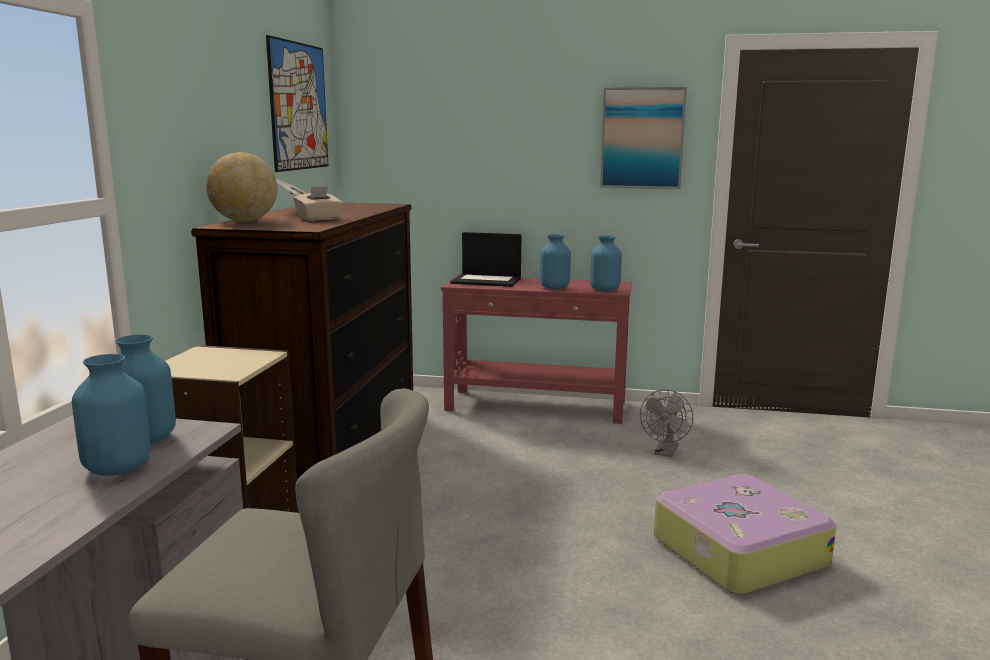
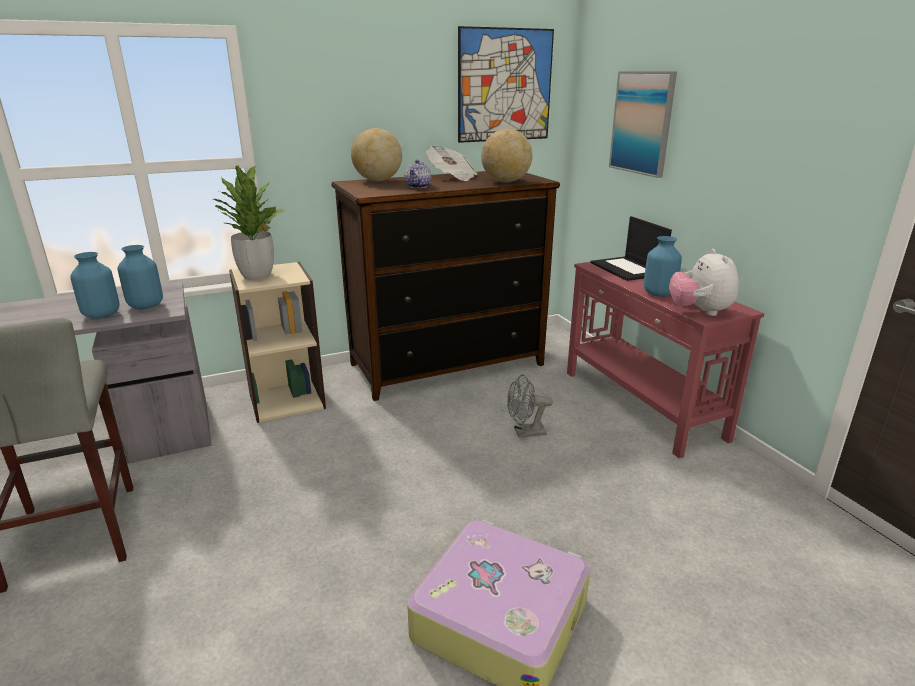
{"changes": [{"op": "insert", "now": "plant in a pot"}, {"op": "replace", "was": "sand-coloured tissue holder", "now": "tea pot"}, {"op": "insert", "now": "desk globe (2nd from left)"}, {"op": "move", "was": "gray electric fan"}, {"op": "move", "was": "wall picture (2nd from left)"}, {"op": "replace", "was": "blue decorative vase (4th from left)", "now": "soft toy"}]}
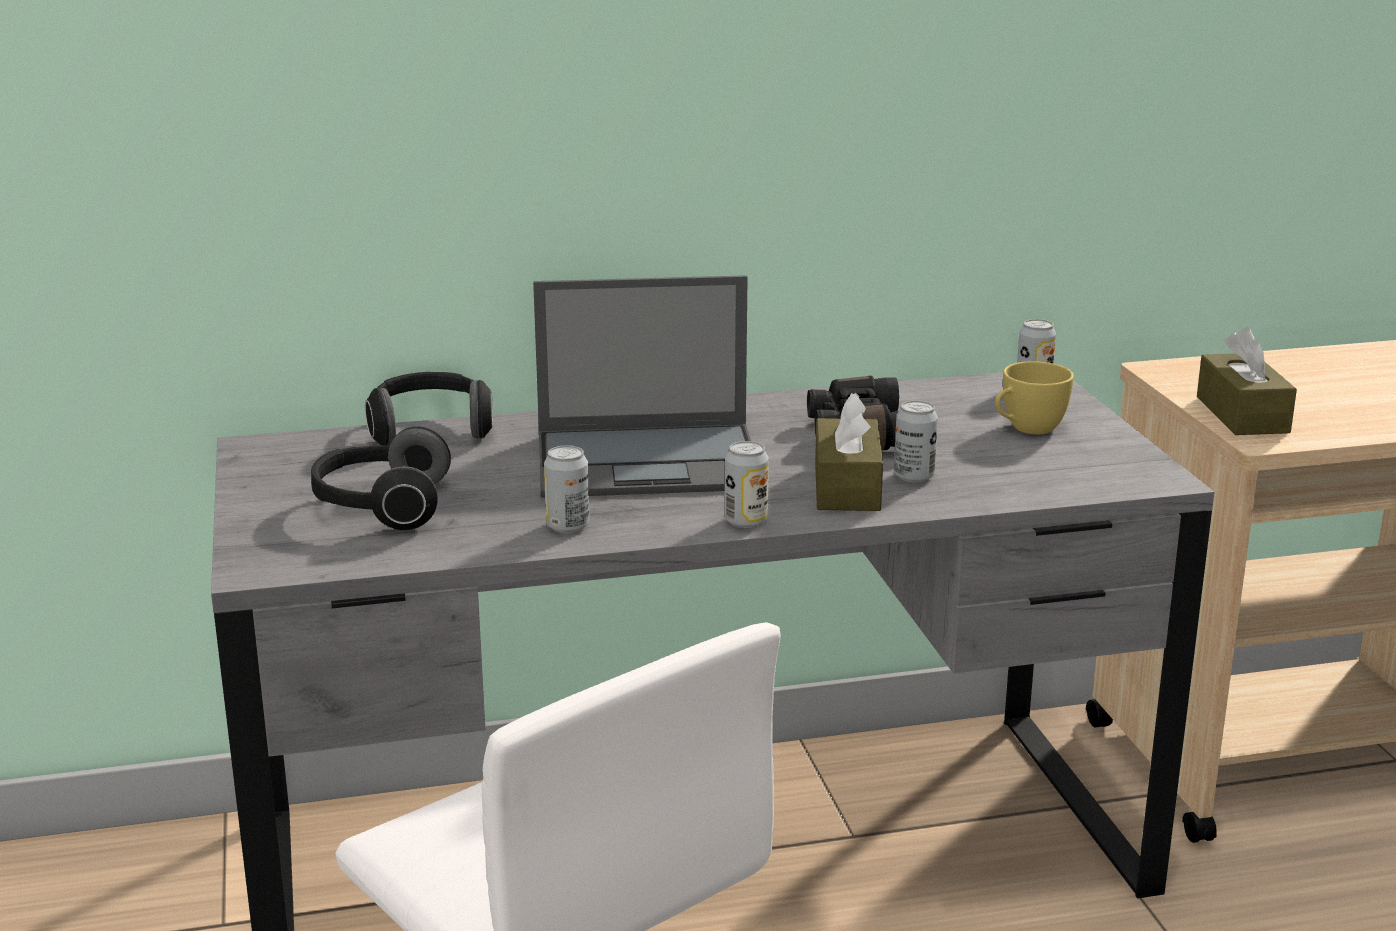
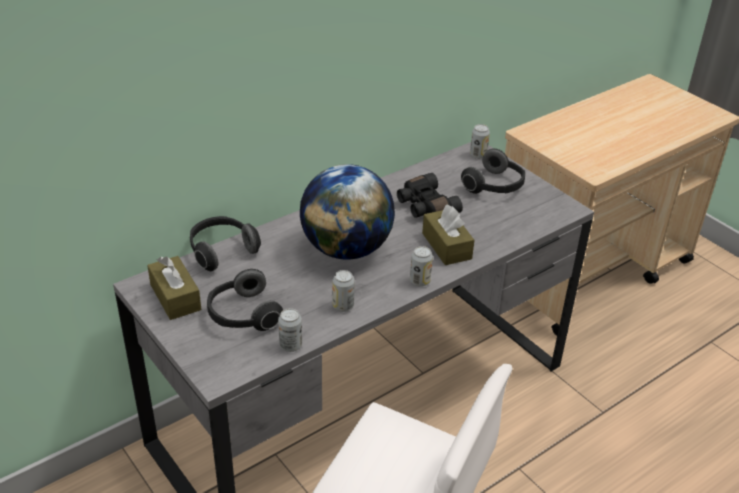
{"changes": [{"op": "move", "was": "brown-coloured tissue holder (2nd from left in the first image)", "now": "brown-coloured tissue holder (1st from left)"}, {"op": "move", "was": "metal can (3rd from left in the first image)", "now": "metal can (1st from left)"}, {"op": "replace", "was": "notebook computer", "now": "desk globe"}, {"op": "replace", "was": "yellow drinking cup", "now": "headphones (3rd from left)"}]}
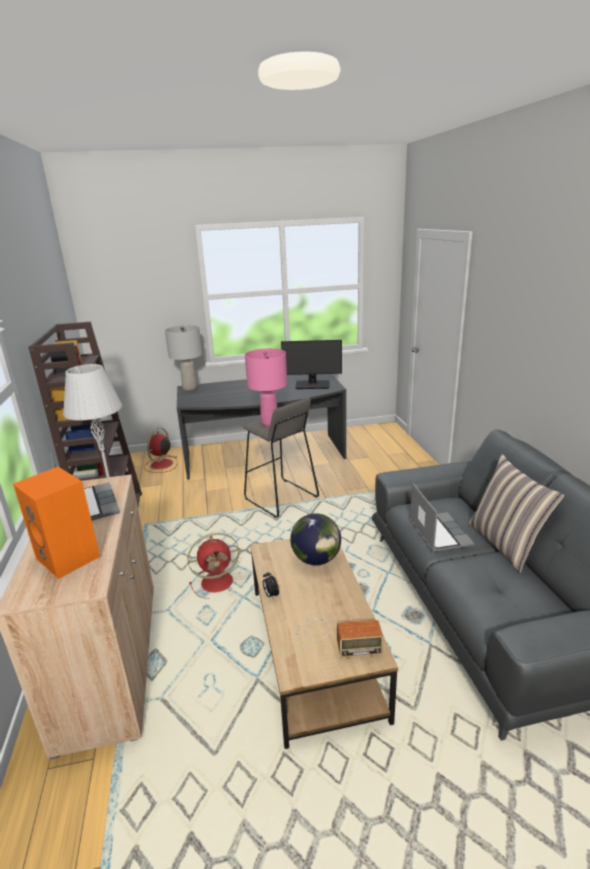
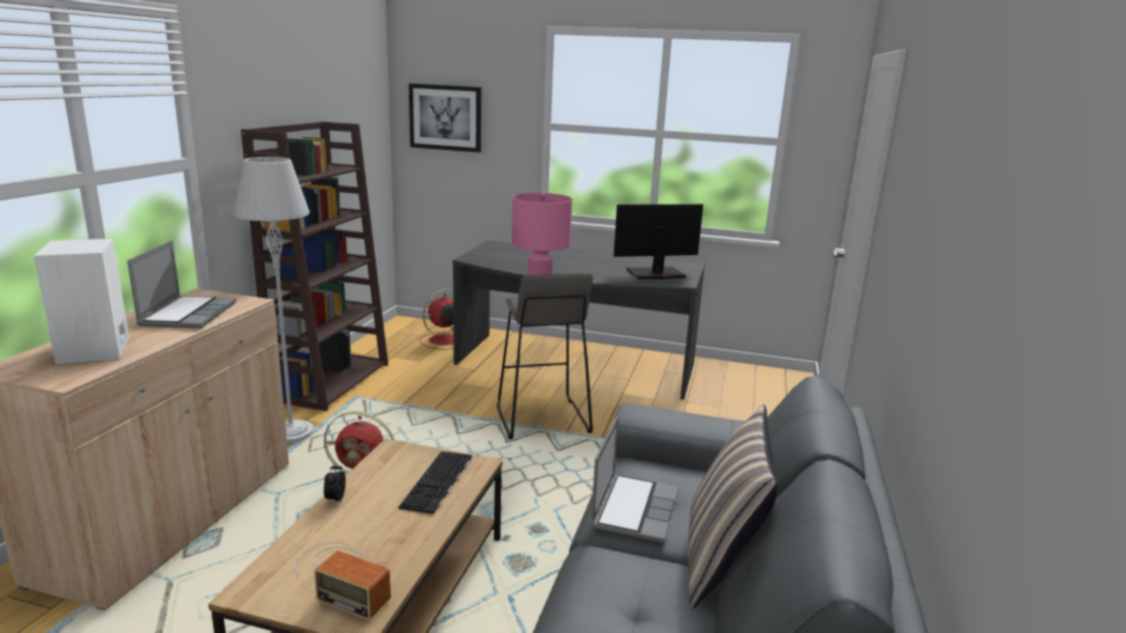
{"changes": [{"op": "recolor", "was": "orange audio speaker", "now": "white audio speaker"}, {"op": "replace", "was": "desk globe", "now": "PC keyboard"}, {"op": "insert", "now": "wall picture"}, {"op": "rotate", "was": "computer screen", "clockwise": 135}, {"op": "delete", "was": "gray tabletop lamp"}]}
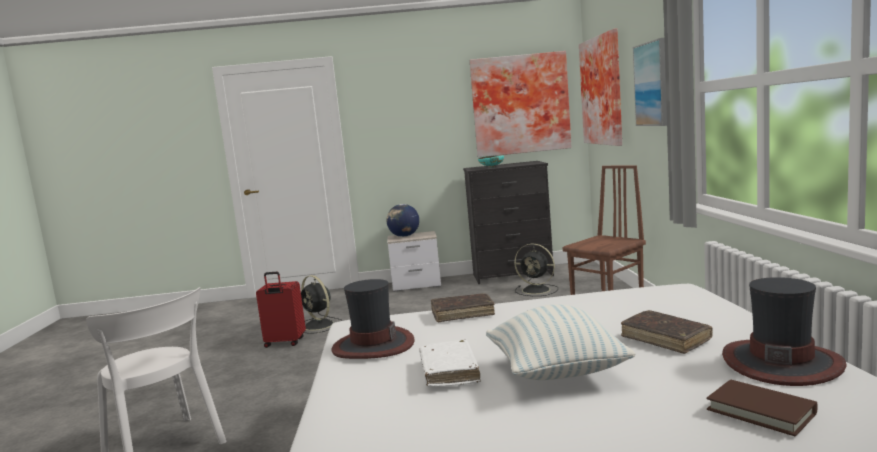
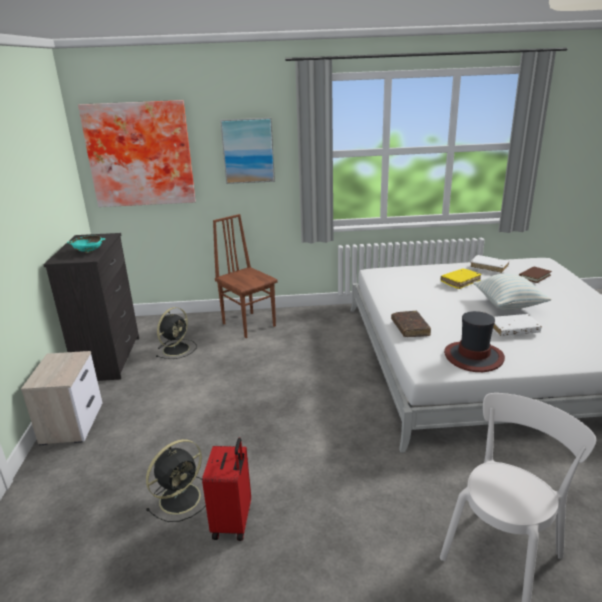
{"changes": [{"op": "recolor", "was": "brown-coloured bound book (2nd from left)", "now": "yellow bound book"}, {"op": "replace", "was": "clothing hat (2nd from left)", "now": "white bound book (1st from left)"}, {"op": "delete", "was": "desk globe"}, {"op": "delete", "was": "wall picture (1st from left)"}]}
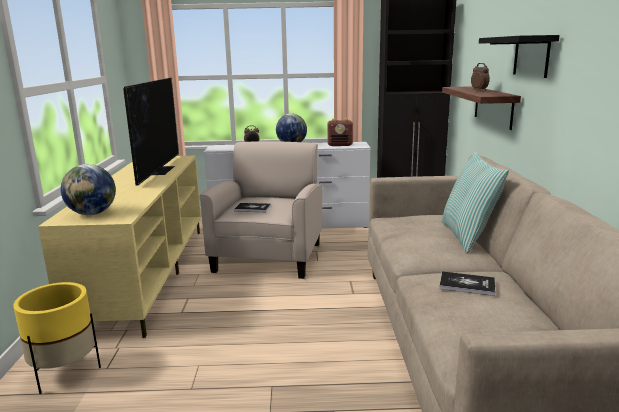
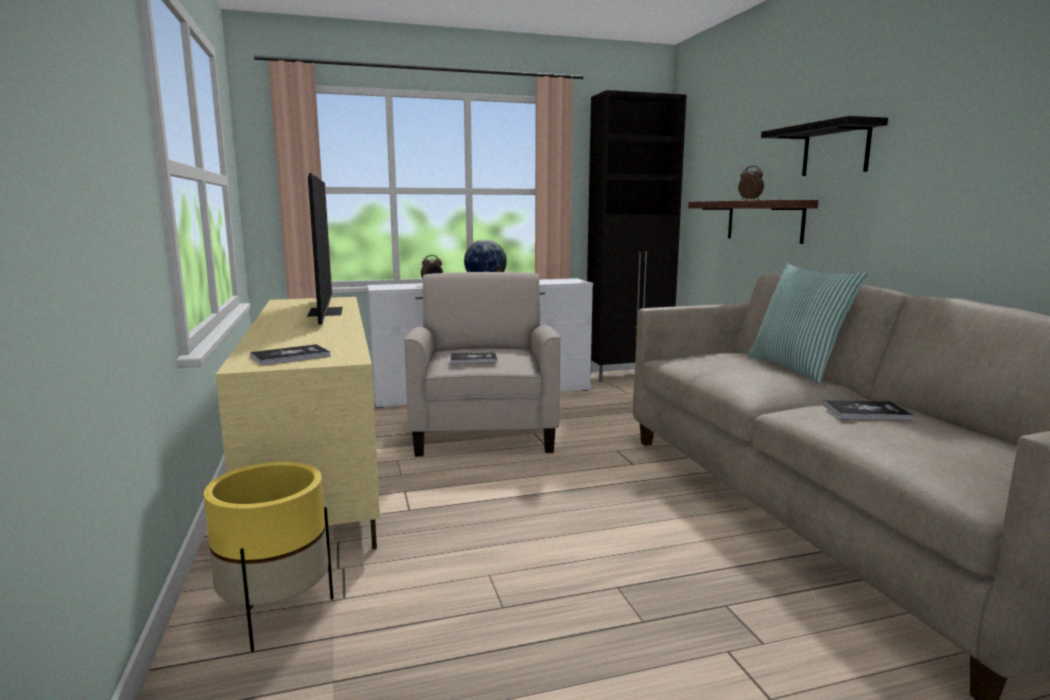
{"changes": [{"op": "replace", "was": "desk globe (1st from left)", "now": "bound book (1st from left)"}, {"op": "delete", "was": "radio set"}]}
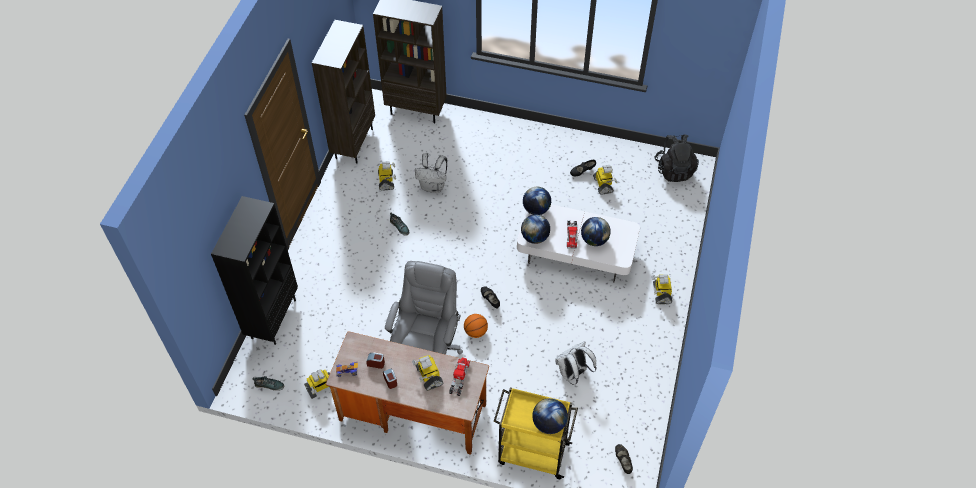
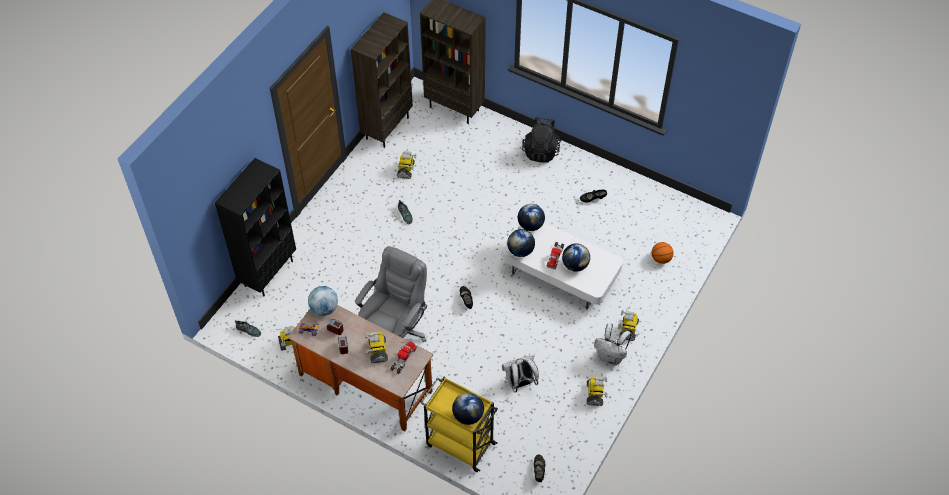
{"changes": [{"op": "insert", "now": "desk globe (1st from left)"}, {"op": "move", "was": "blackish knapsack"}, {"op": "move", "was": "robot figure (4th from left)"}, {"op": "move", "was": "white knapsack (1st from left in the first image)", "now": "white knapsack (2nd from left)"}, {"op": "move", "was": "ball for basketball"}]}
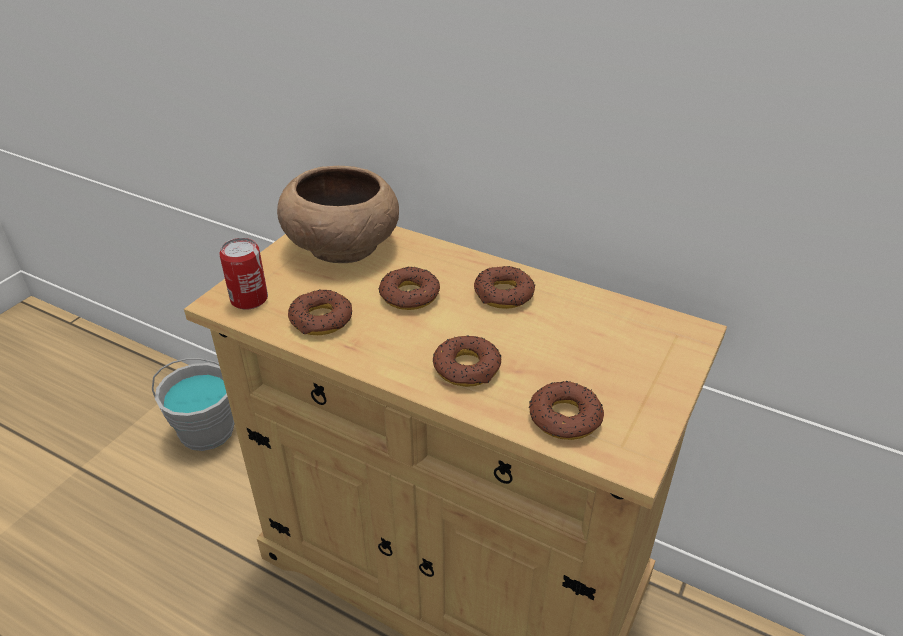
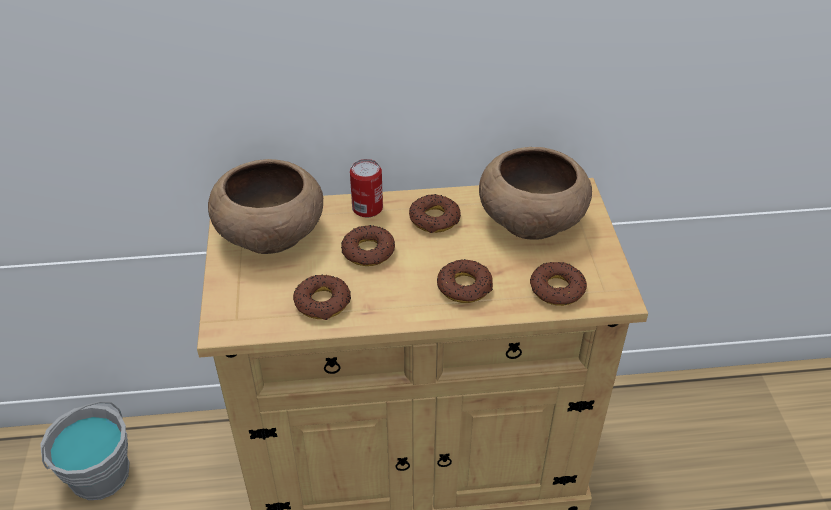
{"changes": [{"op": "move", "was": "metal can"}, {"op": "insert", "now": "brown-coloured deep dish (2nd from left)"}]}
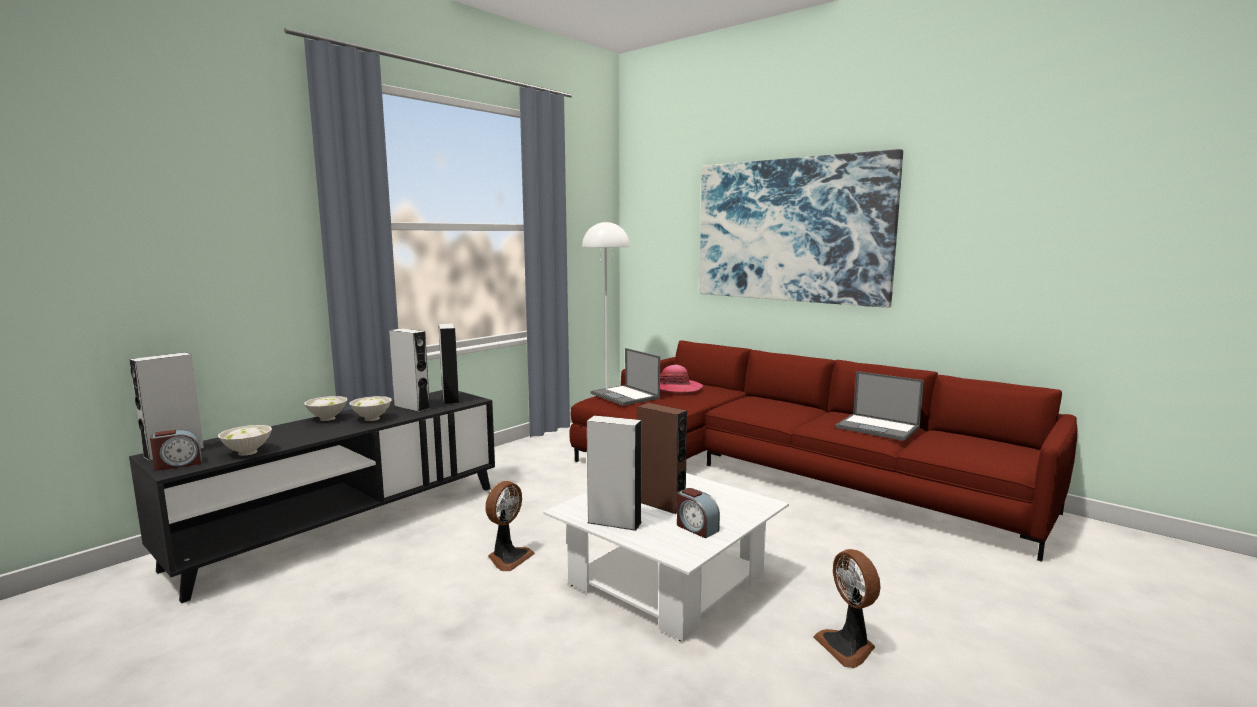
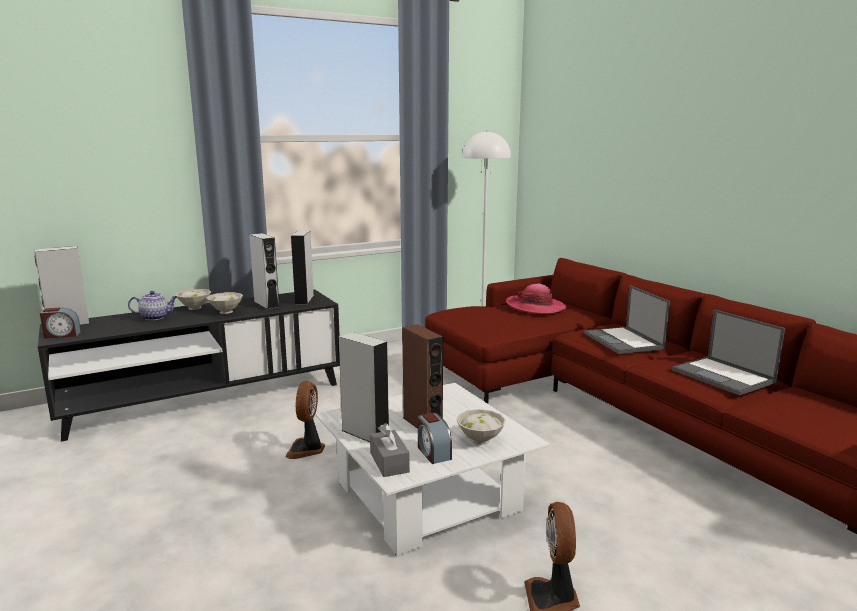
{"changes": [{"op": "insert", "now": "tea pot"}, {"op": "rotate", "was": "electric fan (1st from left)", "clockwise": 135}, {"op": "insert", "now": "gray tissue holder"}, {"op": "move", "was": "white deep dish (1st from left in the first image)", "now": "white deep dish (3rd from left)"}, {"op": "move", "was": "notebook computer (1st from left)"}, {"op": "delete", "was": "wall picture"}]}
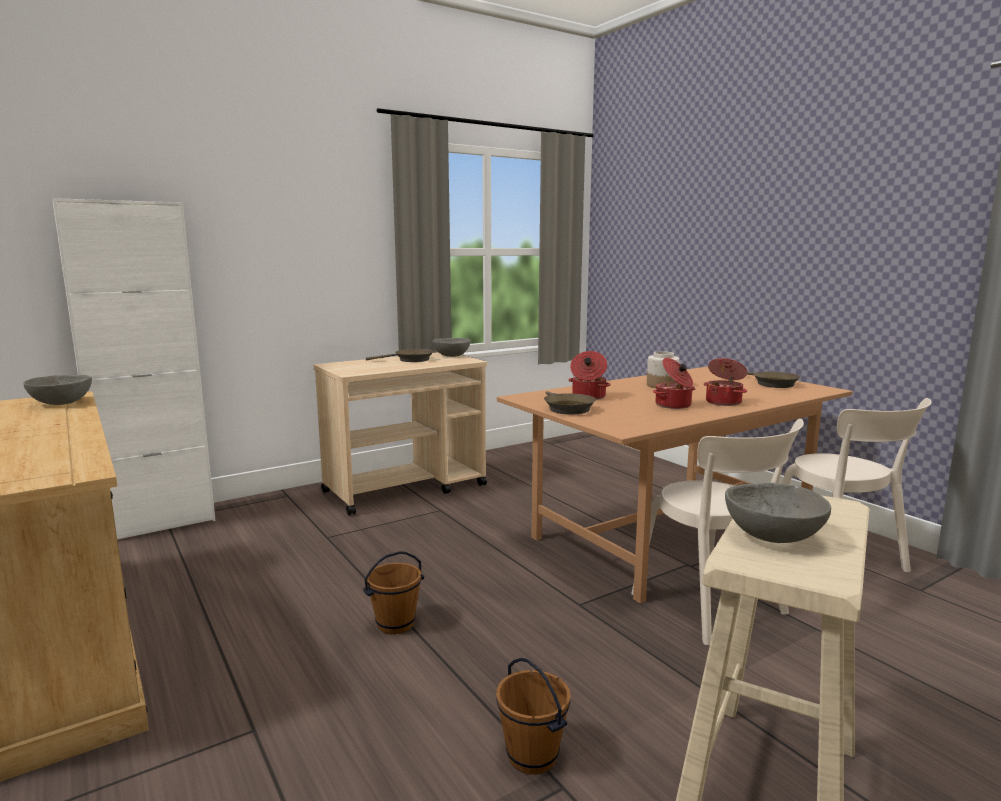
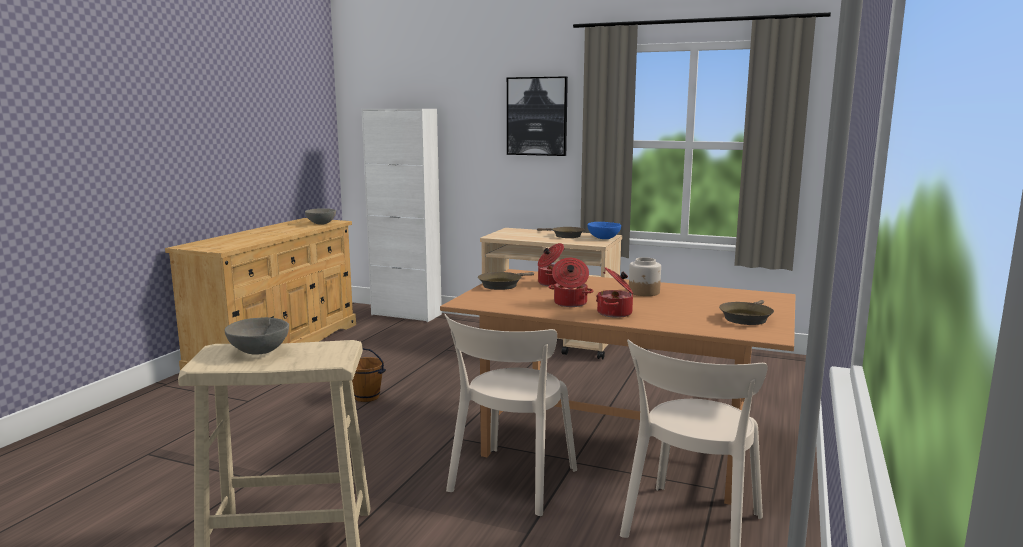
{"changes": [{"op": "insert", "now": "wall picture"}, {"op": "recolor", "was": "gray deep dish (2nd from left)", "now": "blue deep dish"}, {"op": "delete", "was": "brown-coloured water bucket (2nd from left)"}]}
